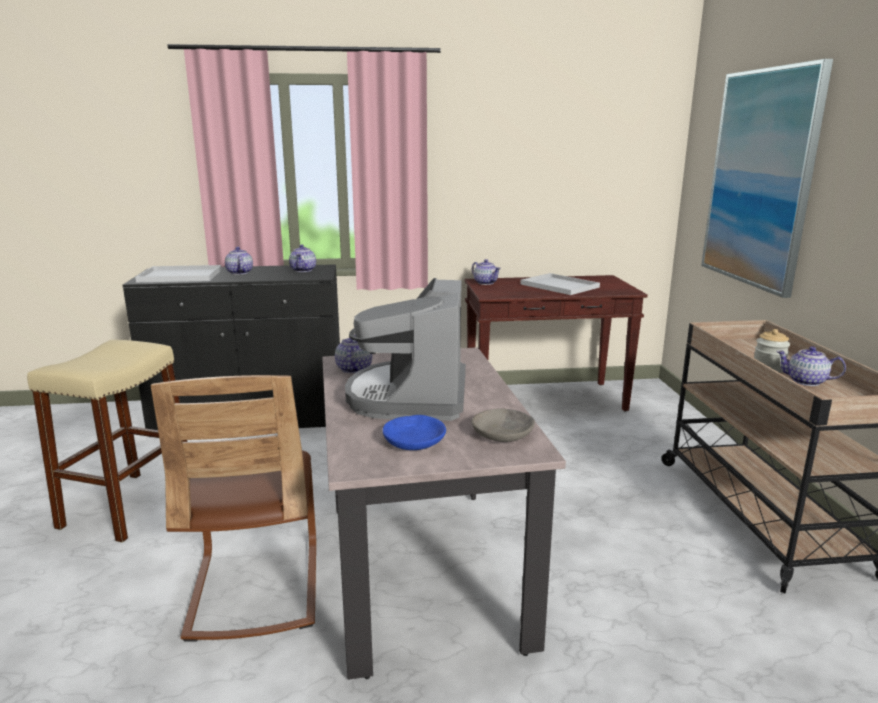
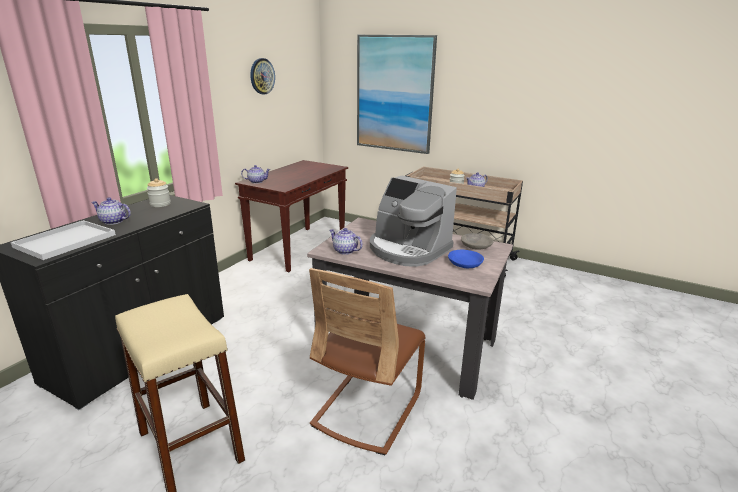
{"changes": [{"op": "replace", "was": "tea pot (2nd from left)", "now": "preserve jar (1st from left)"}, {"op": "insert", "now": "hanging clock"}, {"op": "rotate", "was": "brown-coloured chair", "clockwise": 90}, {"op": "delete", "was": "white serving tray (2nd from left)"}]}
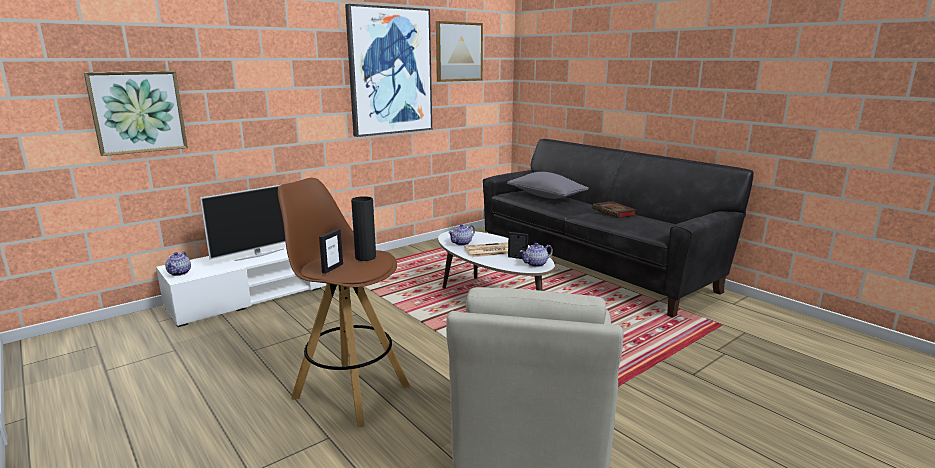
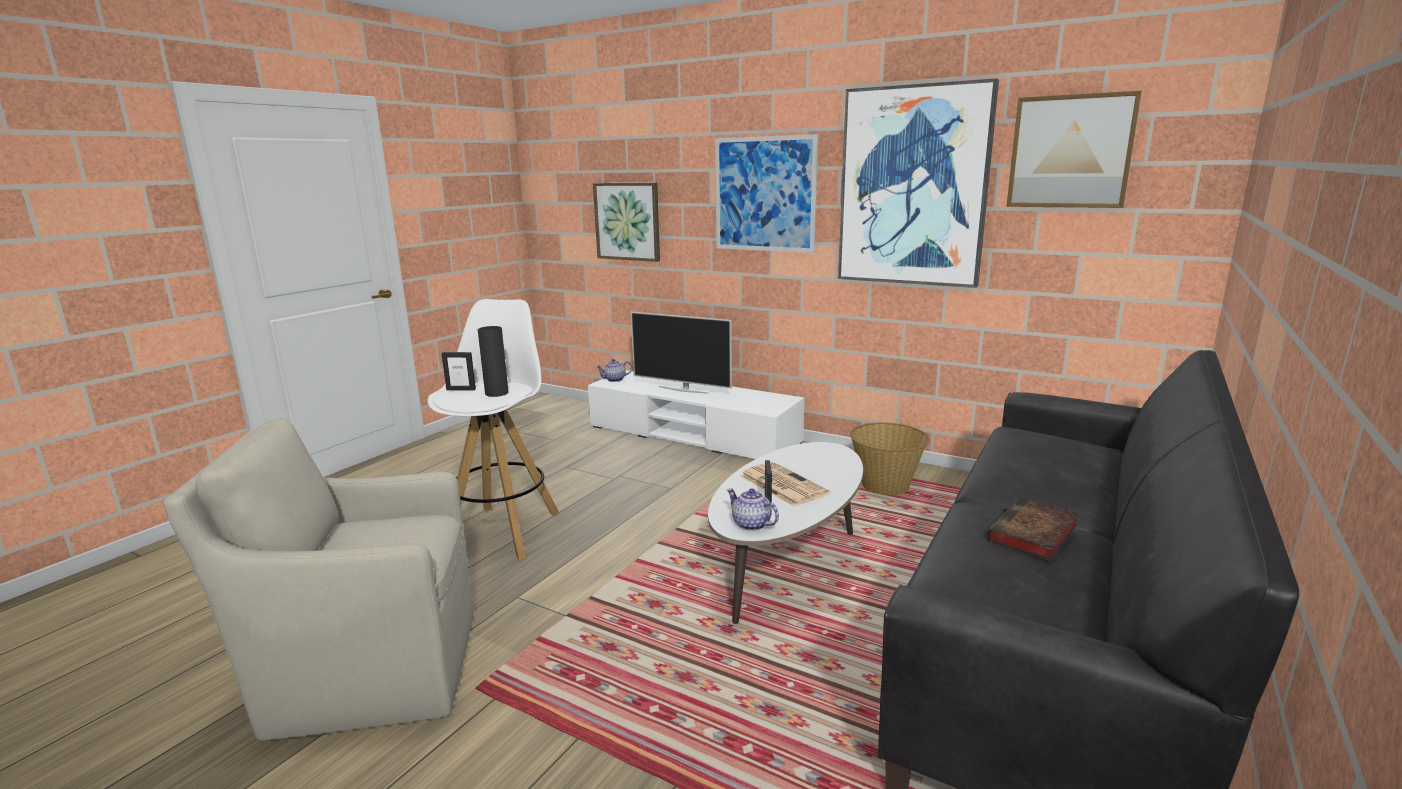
{"changes": [{"op": "recolor", "was": "brown-coloured stool seat", "now": "white stool seat"}, {"op": "insert", "now": "wall picture (2nd from left)"}, {"op": "insert", "now": "storage basket"}, {"op": "delete", "was": "tea pot (2nd from left)"}, {"op": "delete", "was": "gray throw pillow"}]}
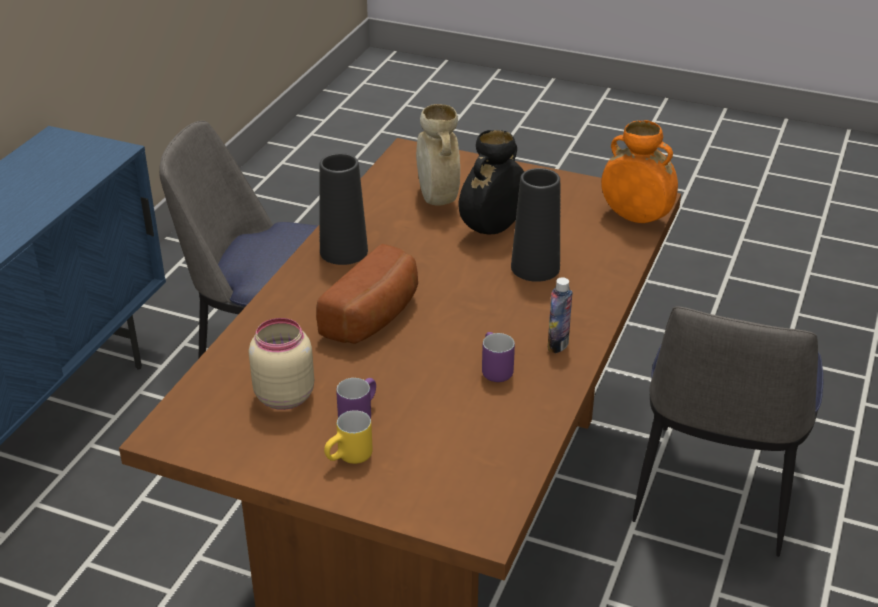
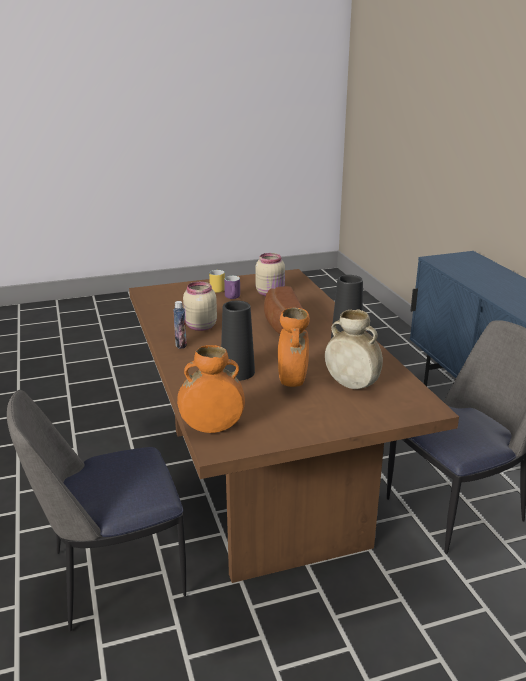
{"changes": [{"op": "rotate", "was": "chair (2nd from left in the first image)", "clockwise": -90}, {"op": "replace", "was": "purple mug (2nd from left)", "now": "sand-coloured preserve jar (1st from left)"}, {"op": "recolor", "was": "blackish decorative vase (2nd from left)", "now": "orange decorative vase (2nd from left)"}]}
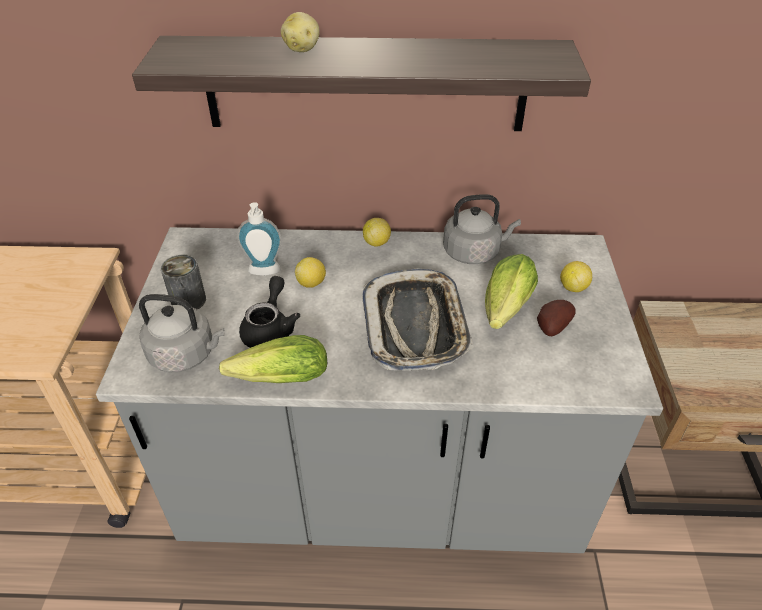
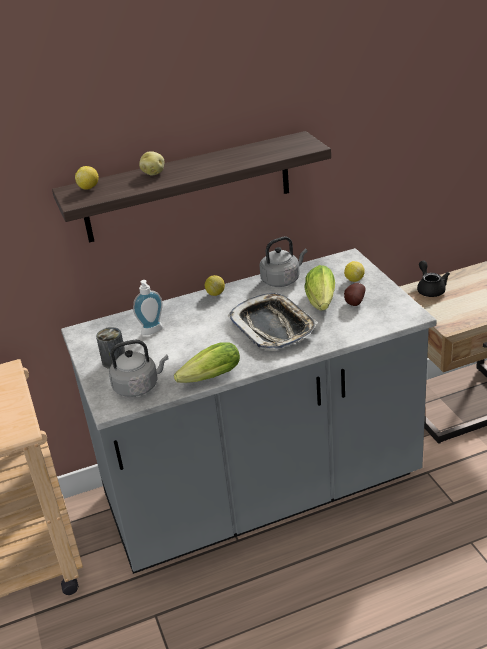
{"changes": [{"op": "move", "was": "citrus fruit (1st from left)"}, {"op": "move", "was": "blackish tea pot"}]}
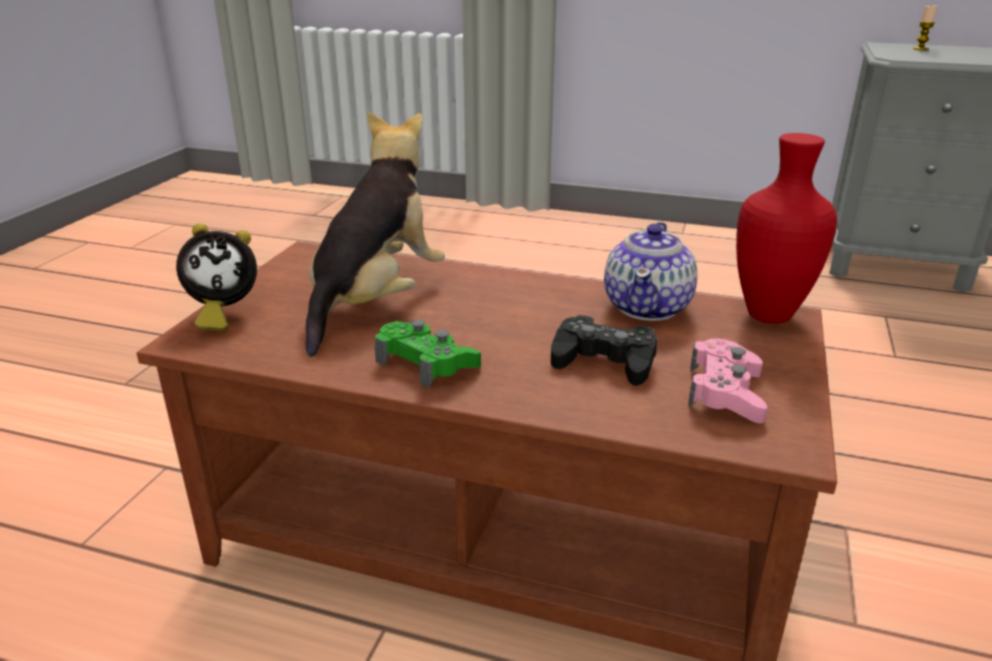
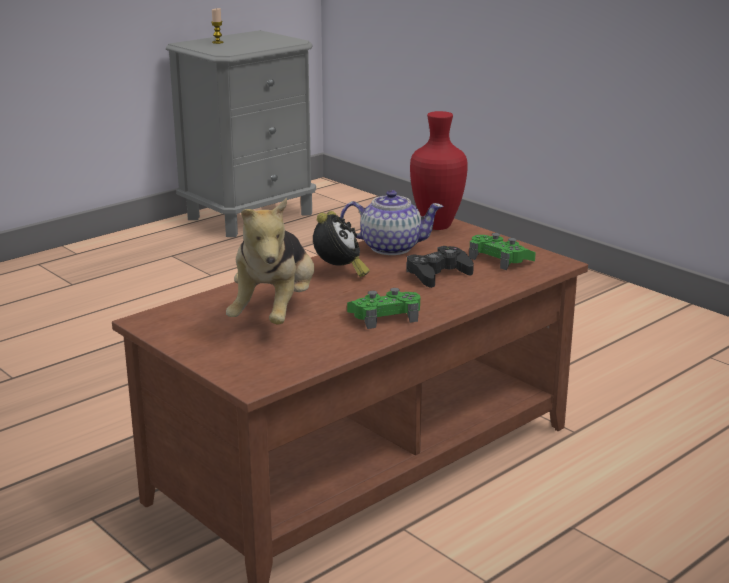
{"changes": [{"op": "rotate", "was": "soft toy", "clockwise": -135}, {"op": "move", "was": "bedside clock"}, {"op": "rotate", "was": "tea pot", "clockwise": -45}, {"op": "recolor", "was": "pink-coloured gamepad", "now": "green gamepad (2nd from left)"}]}
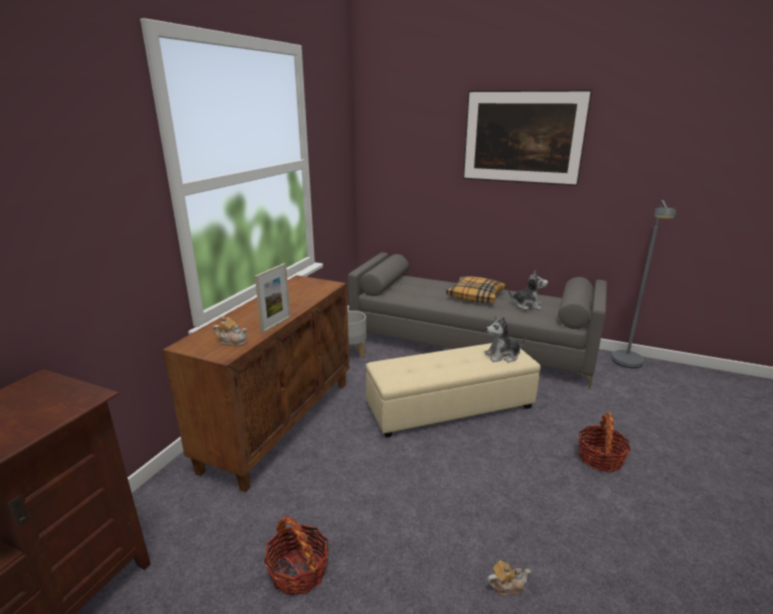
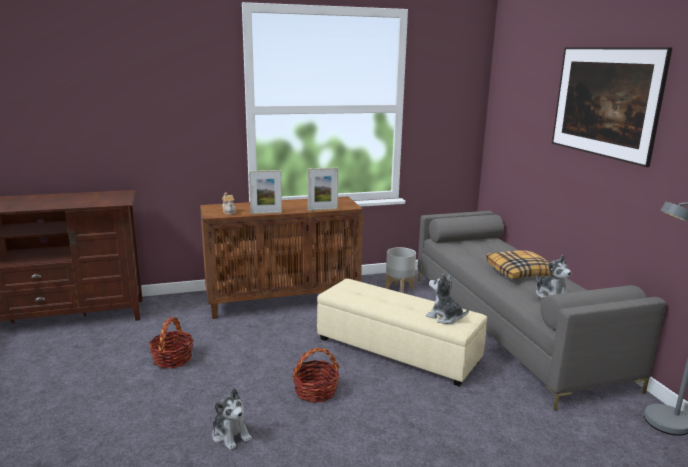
{"changes": [{"op": "replace", "was": "tea pot (2nd from left)", "now": "soft toy (1st from left)"}, {"op": "move", "was": "storage basket (2nd from left)"}, {"op": "insert", "now": "picture frame (2nd from left)"}]}
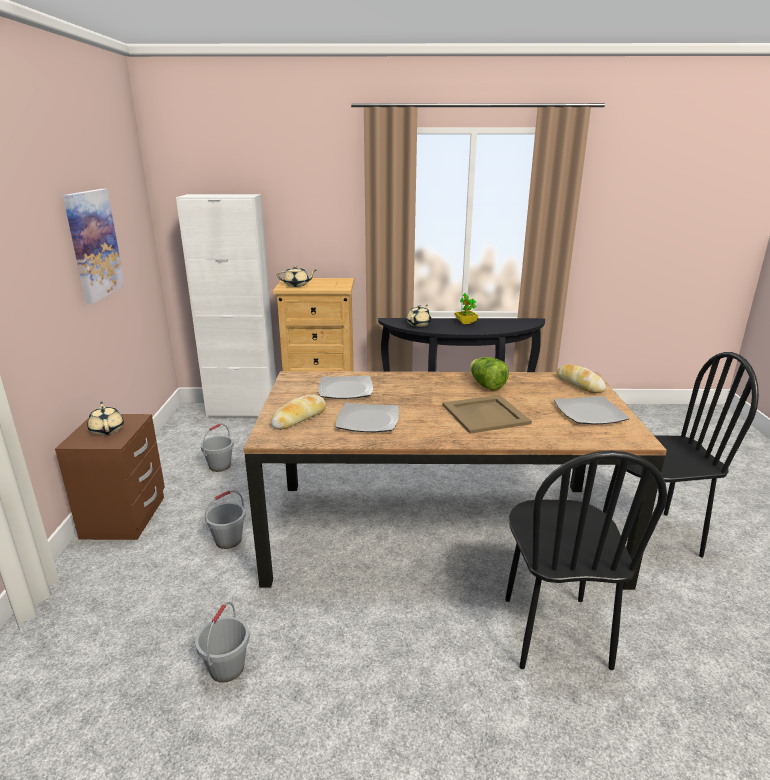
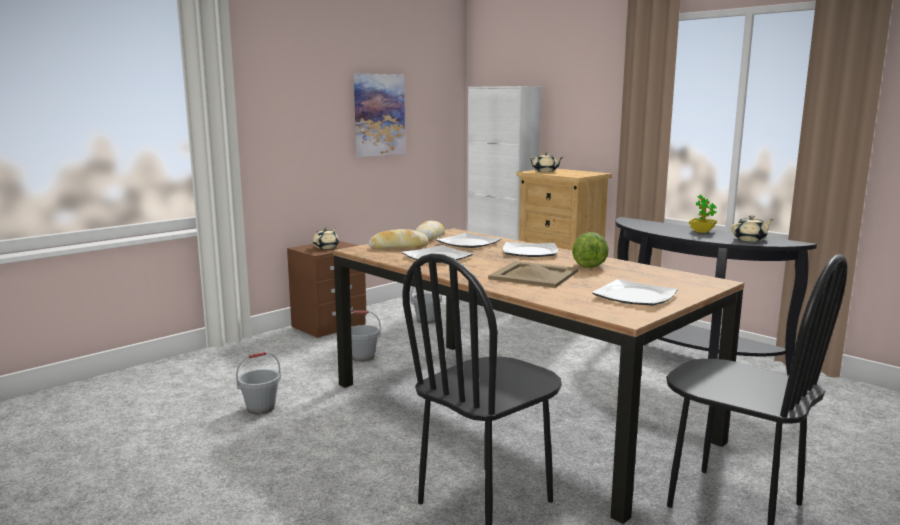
{"changes": [{"op": "move", "was": "bakery bread (2nd from left)"}, {"op": "insert", "now": "flat dish (3rd from left)"}, {"op": "move", "was": "sand-coloured tea pot (3rd from left)"}]}
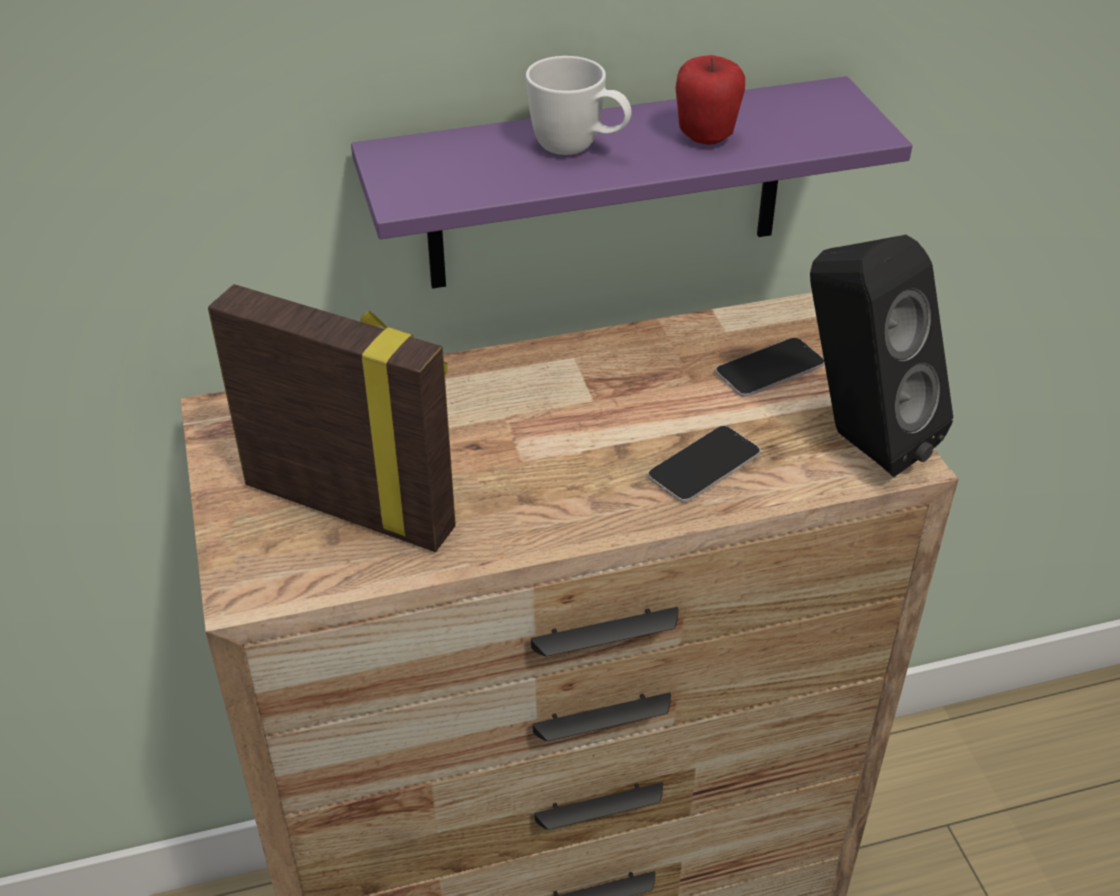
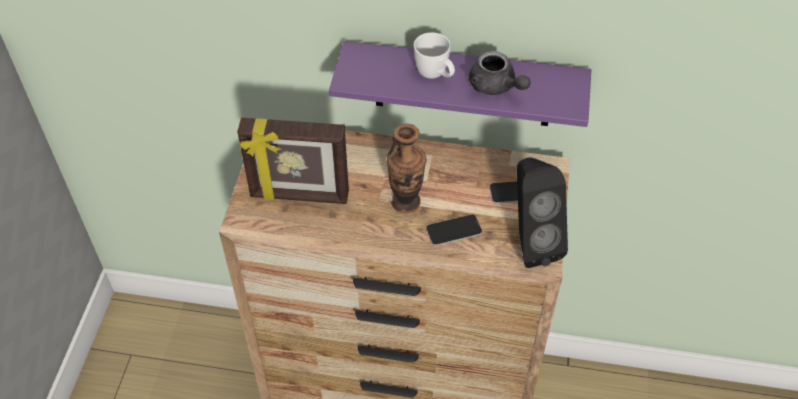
{"changes": [{"op": "rotate", "was": "picture frame", "clockwise": 135}, {"op": "insert", "now": "decorative vase"}, {"op": "replace", "was": "whole apple", "now": "gray tea pot"}]}
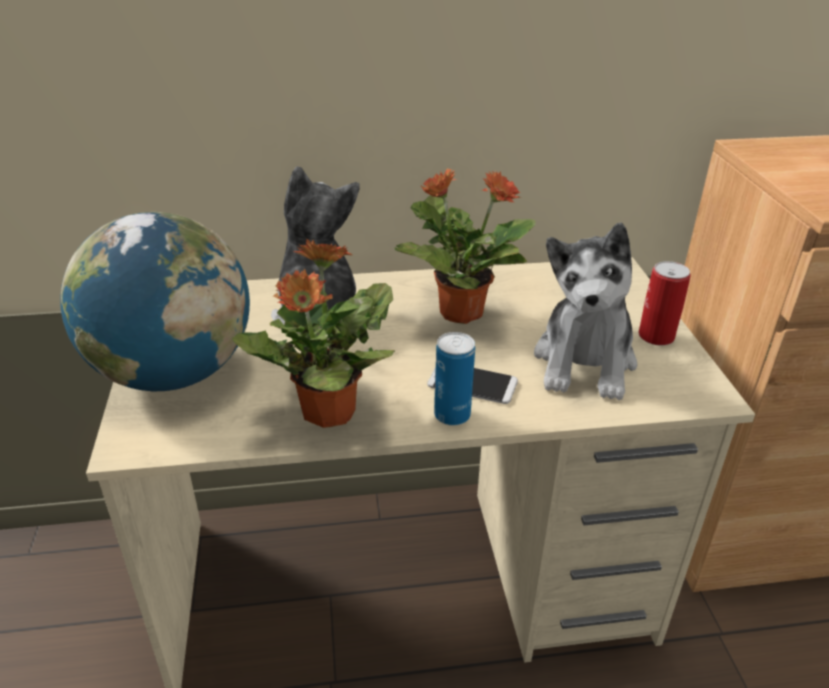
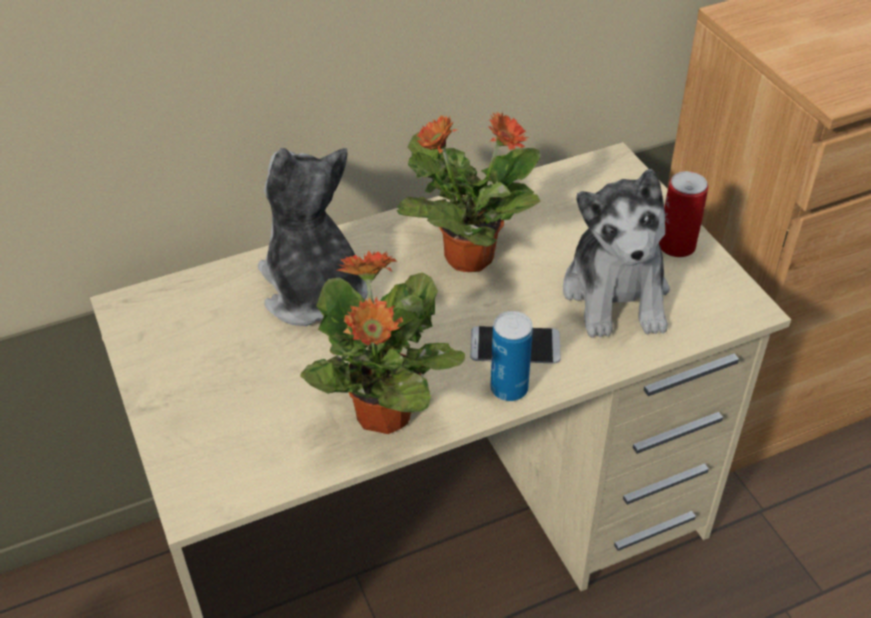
{"changes": [{"op": "delete", "was": "desk globe"}]}
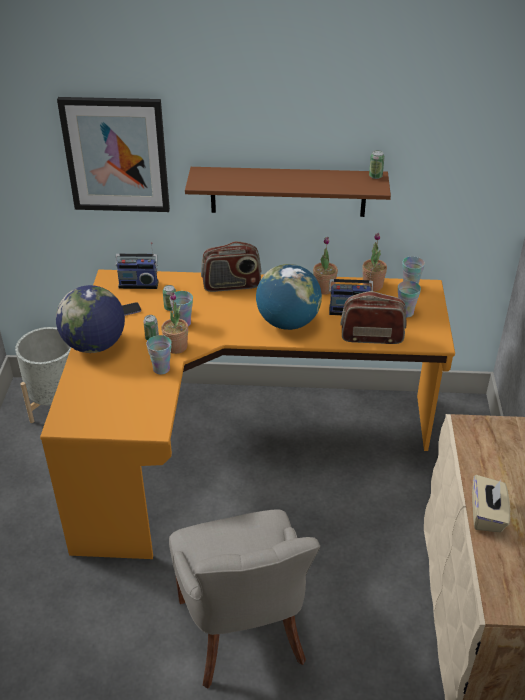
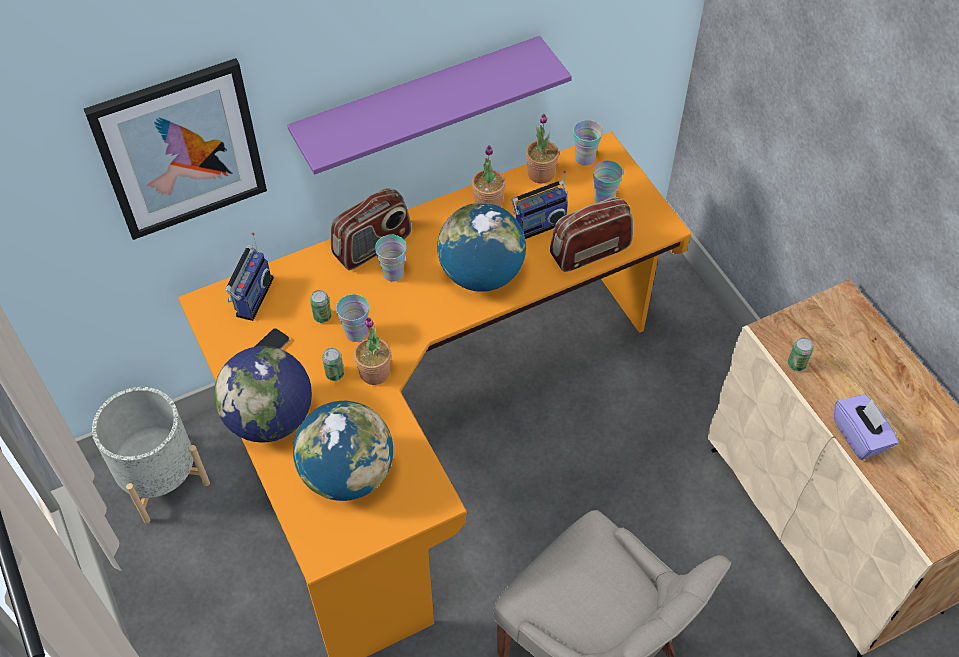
{"changes": [{"op": "rotate", "was": "radio set (1st from left)", "clockwise": -45}, {"op": "recolor", "was": "brown-coloured wall shelf", "now": "purple wall shelf"}, {"op": "insert", "now": "desk globe (2nd from left)"}, {"op": "move", "was": "drinking cup (1st from left in the first image)", "now": "drinking cup (2nd from left)"}, {"op": "move", "was": "metal can (3rd from left)"}, {"op": "recolor", "was": "sand-coloured tissue holder", "now": "purple tissue holder"}]}
